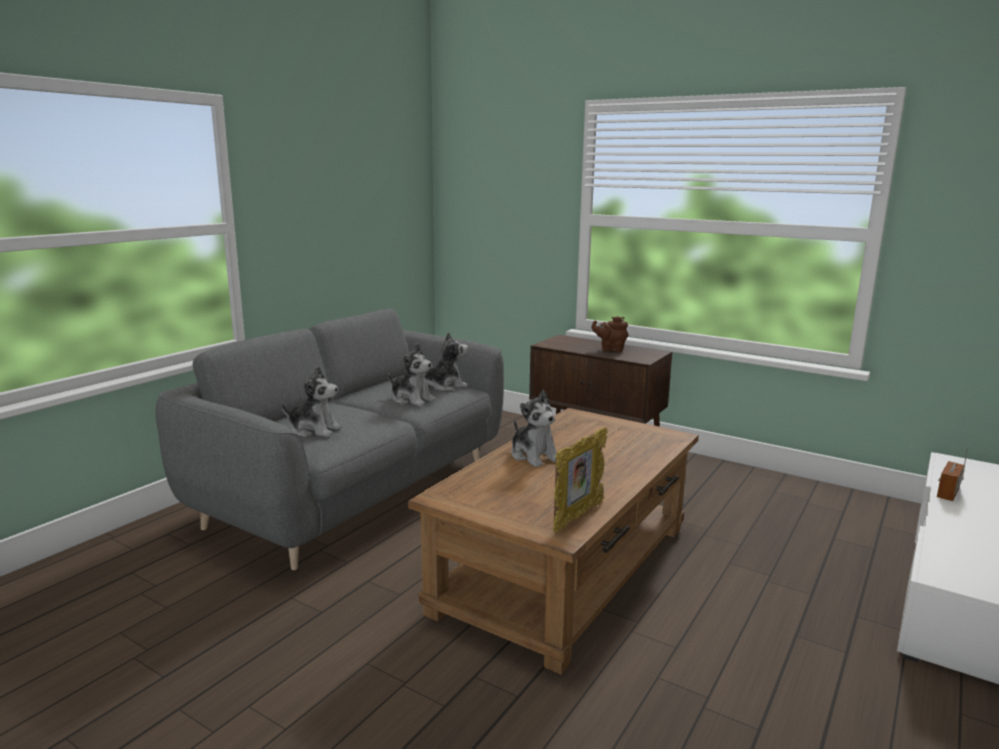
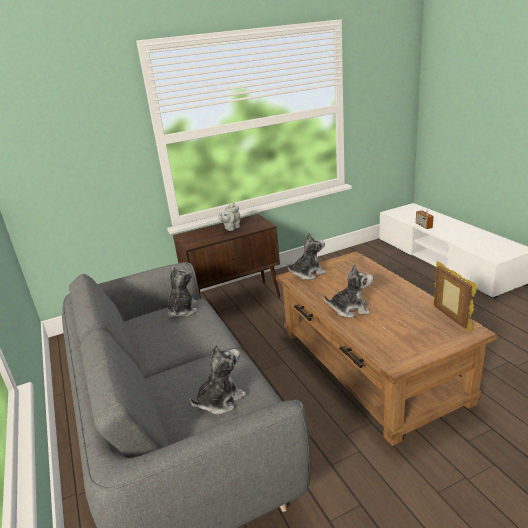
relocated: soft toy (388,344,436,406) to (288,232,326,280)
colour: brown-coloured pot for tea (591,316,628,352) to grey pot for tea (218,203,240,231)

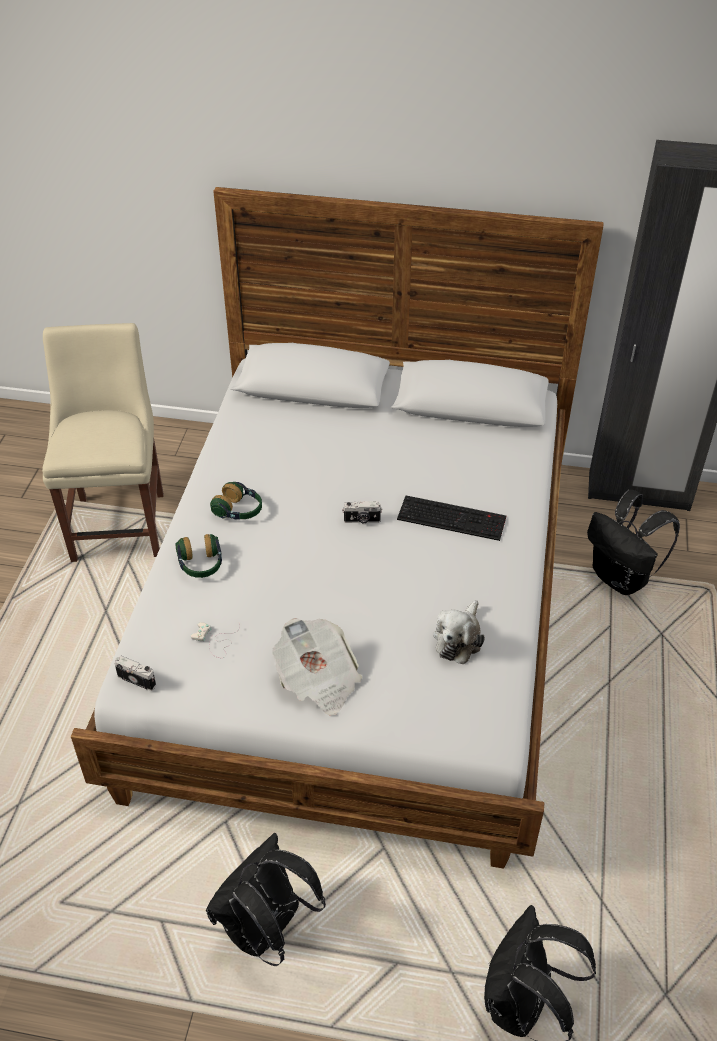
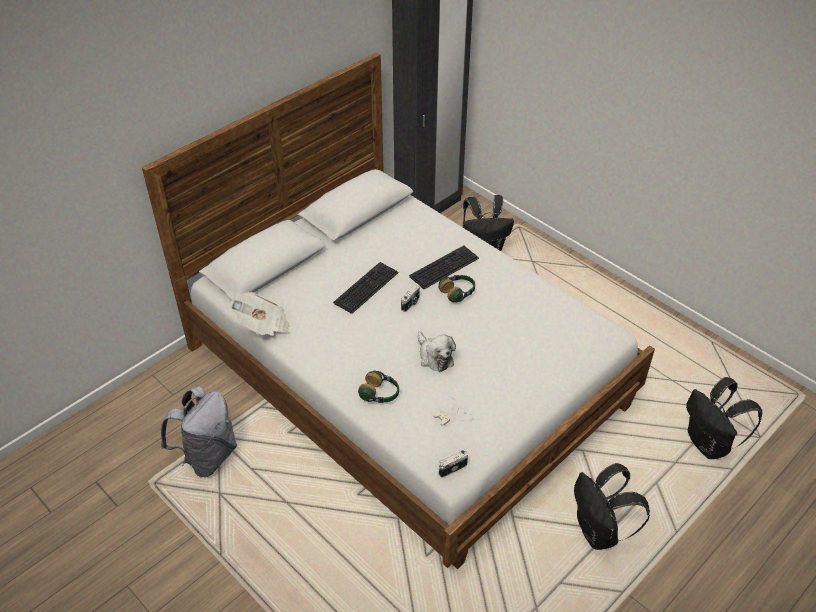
appeared: PC keyboard (333,262,398,314)
relocated: newspaper (272,618,362,716) to (230,292,292,336); soft toy (433,600,485,664) to (418,331,456,372); headset (210,482,262,520) to (438,275,475,302)
exchanged: sand-coloured chair (42,323,164,562) to grey backpack (161,386,237,477)

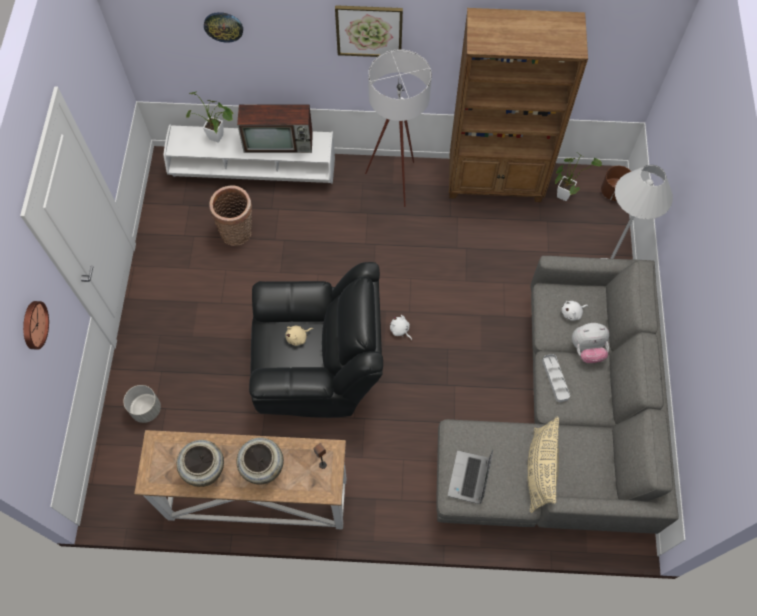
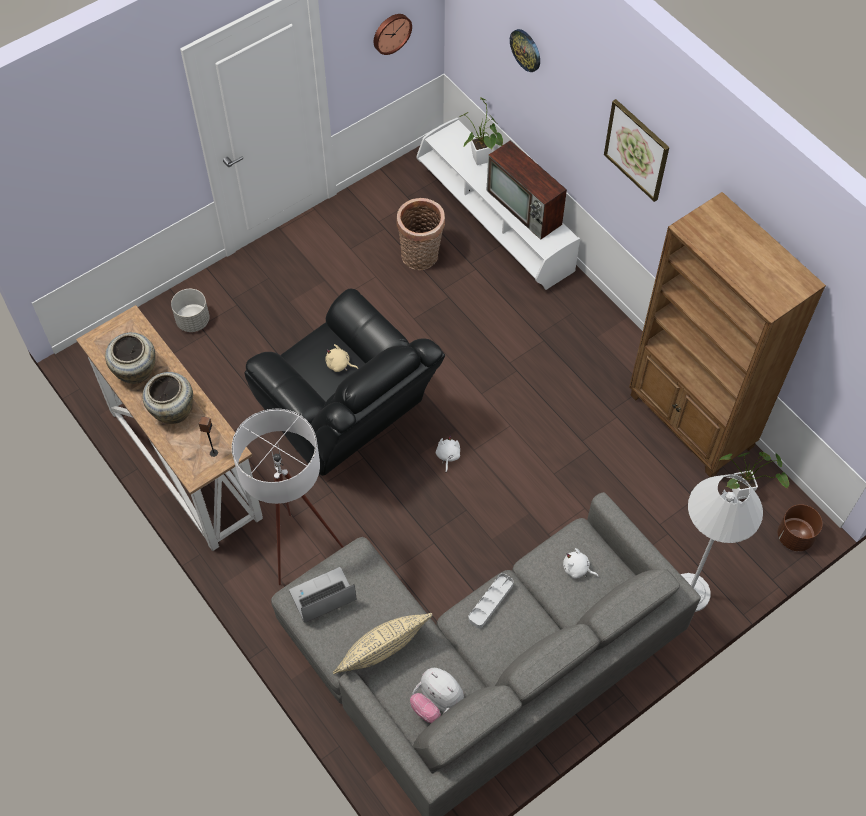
relocated: whitish standing lamp (365,50,432,207) to (232,409,344,585); clock on the wall (23,301,49,350) to (374,14,412,55); soft toy (572,323,609,363) to (410,668,464,723)

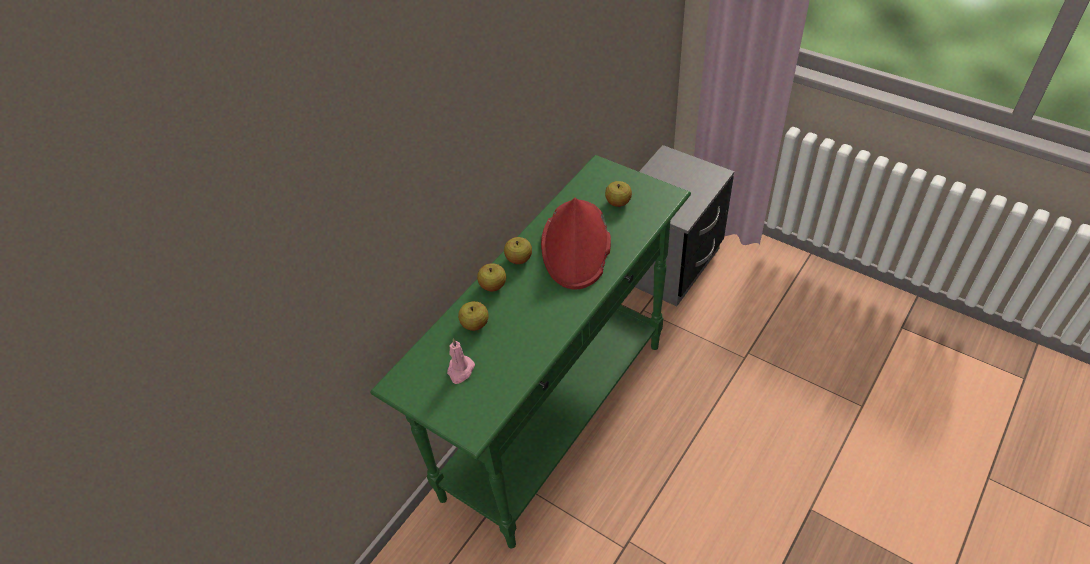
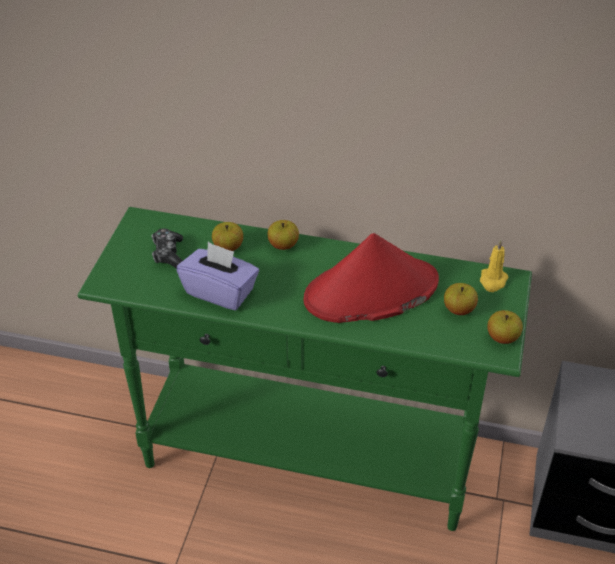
appeared: purple-coloured tissue holder (176,242,259,310); yellow-coloured wax candle (480,240,509,292)
relocated: apple fruit (504,237,532,264) to (487,310,523,344)
exchanged: pink-coloured wax candle (447,338,475,384) to joypad (152,228,183,269)

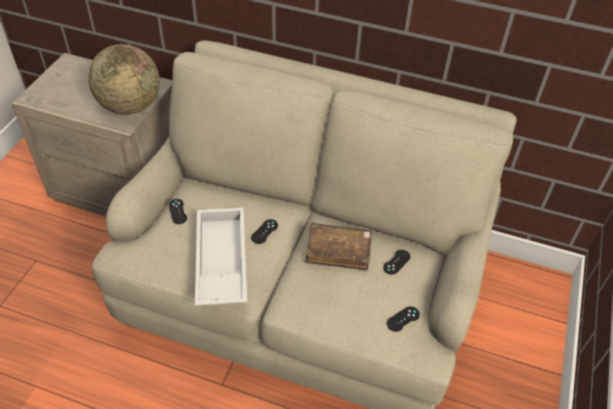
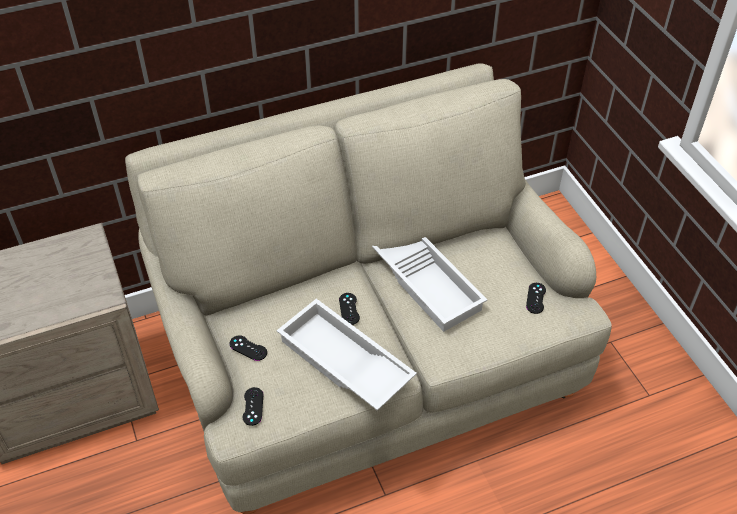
missing: globe (88,44,160,115)
relocated: black joypad (383,250,411,275) to (242,387,263,426)
exchanged: brown-coloured book (305,223,372,271) to whitish serving tray (372,237,487,332)

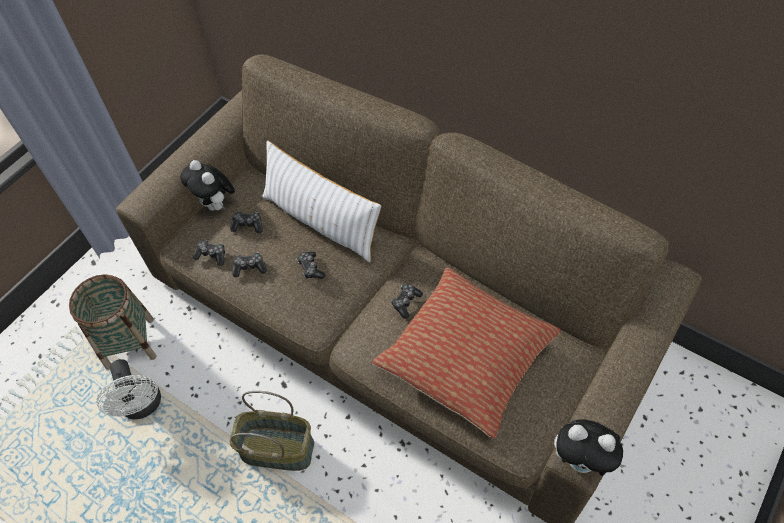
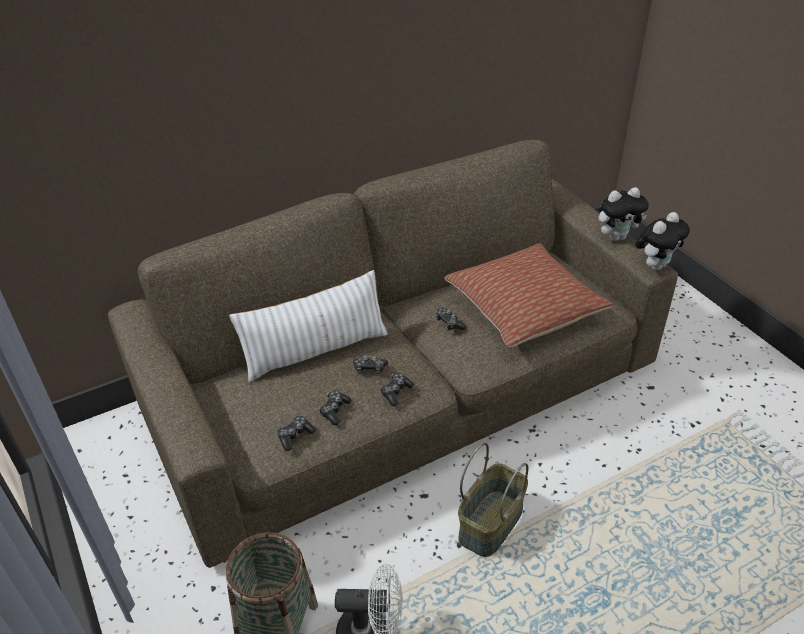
relocated: joypad (230,211,263,233) to (380,373,414,406); soft toy (180,160,235,211) to (599,187,649,241)

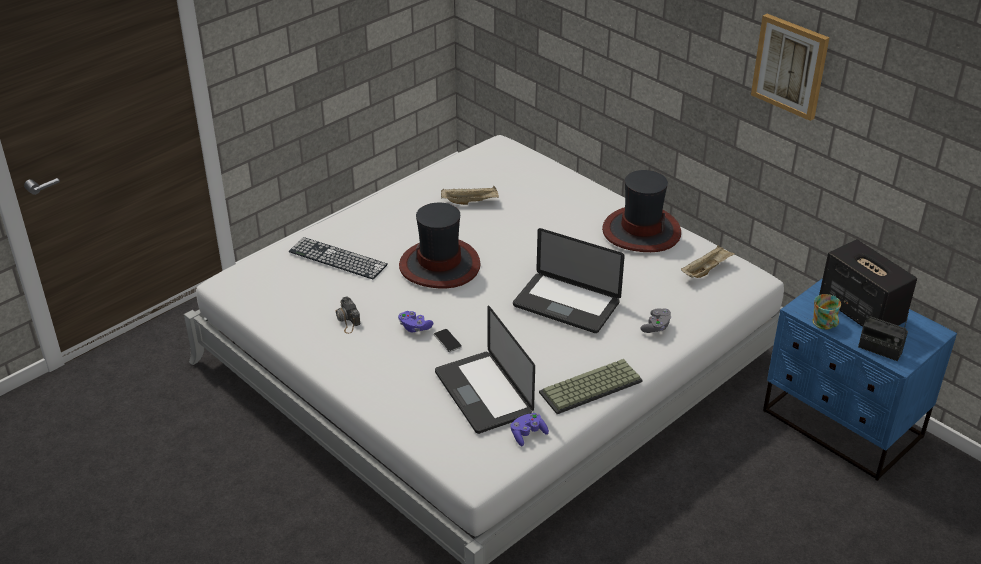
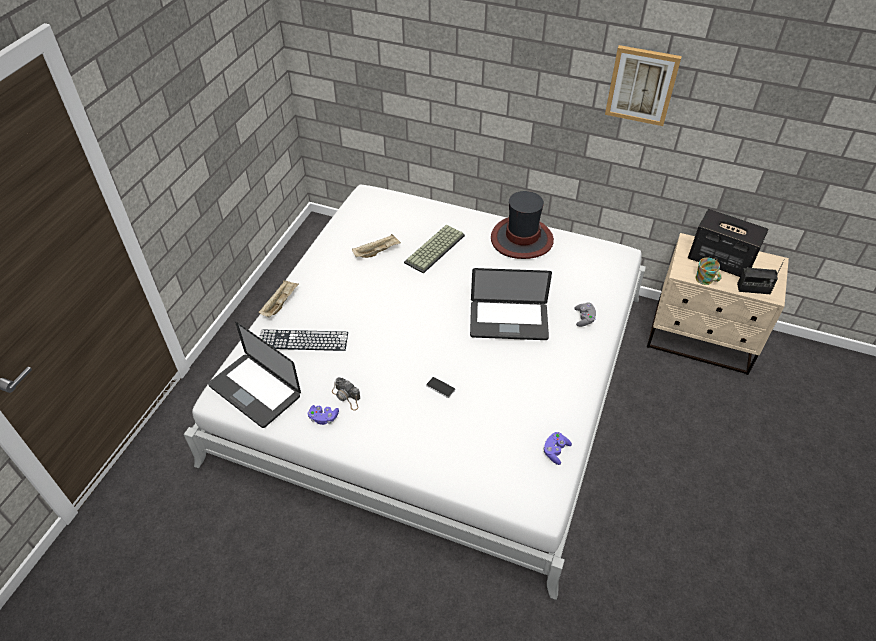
missing: clothing hat (399,202,480,288)
relocated: laptop (435,306,535,434) to (208,322,301,428); sand-coloured serving tray (681,245,735,278) to (259,280,299,318); purple-coloured joypad (398,311,433,332) to (308,405,339,425); PC keyboard (539,359,643,414) to (404,224,465,274)
colour: blue-coloured nightstand (763,278,957,481) to sand-coloured nightstand (647,233,789,375)

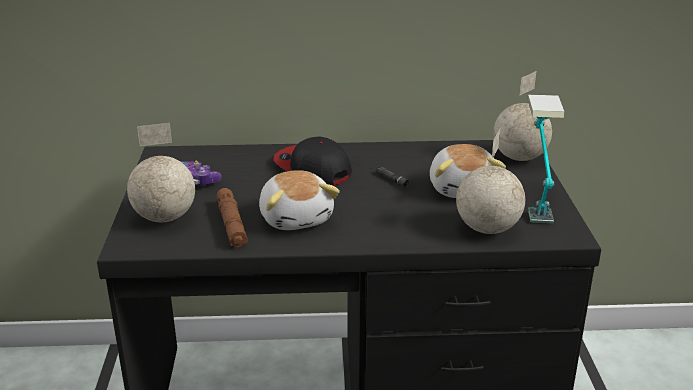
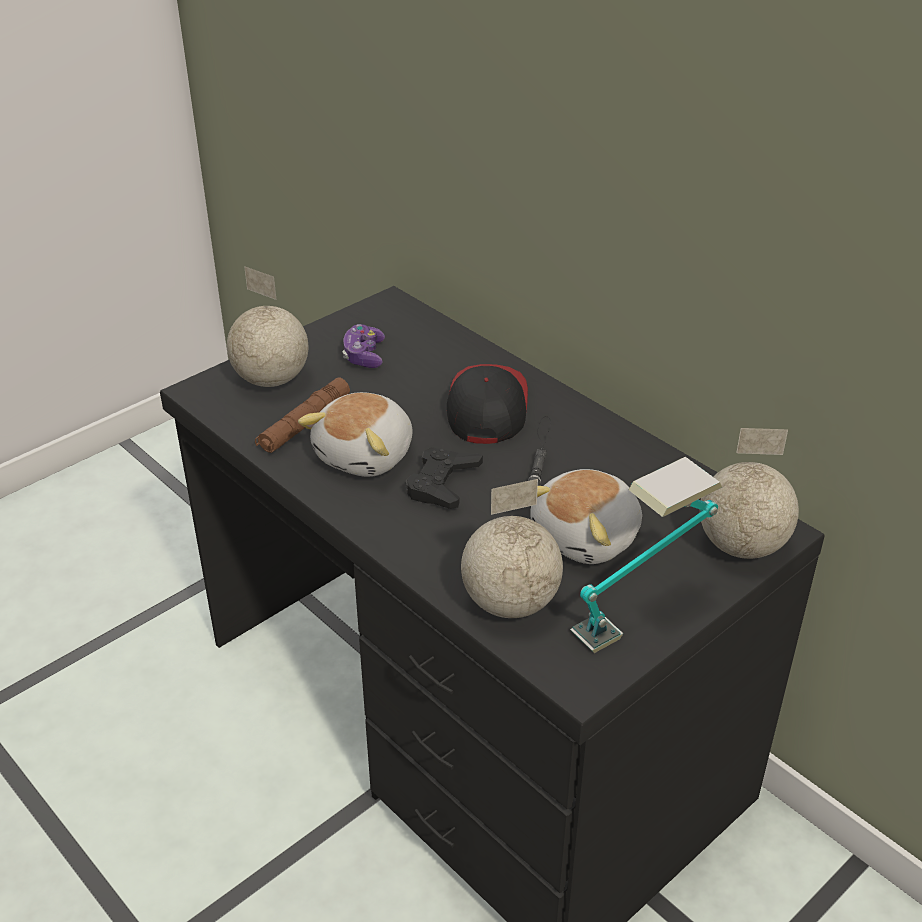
appeared: black joypad (406,447,483,509)

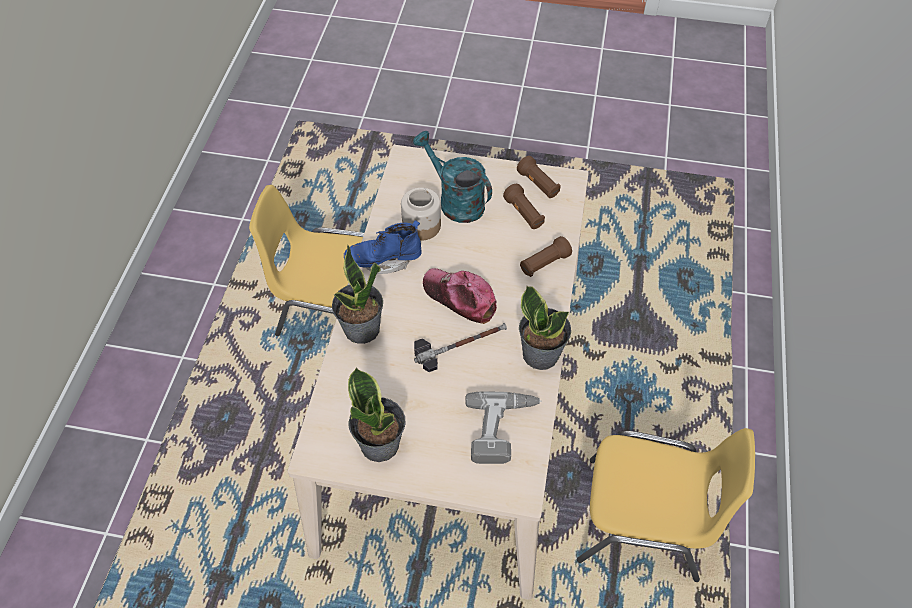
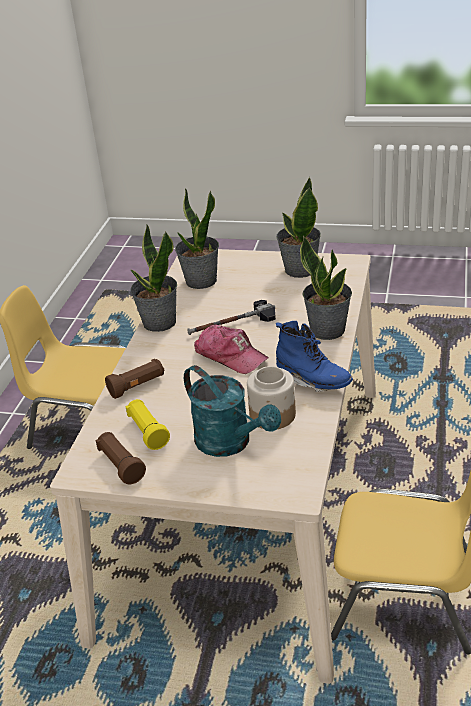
exchanged: electric drill (465,392,541,464) to houseplant (175,188,219,289)
colour: brown-coloured flashlight (503,184,545,229) to yellow-coloured flashlight (125,399,170,450)
spun: blue-coloured tall boot (344,220,422,274) = (276,321,353,392) 45 degrees clockwise

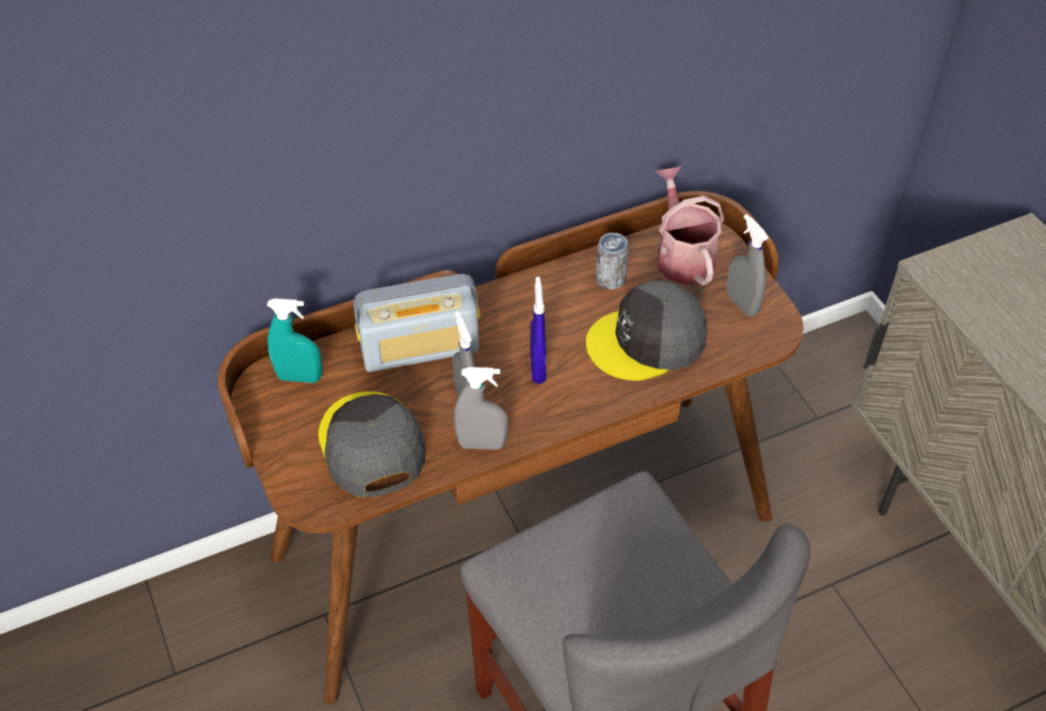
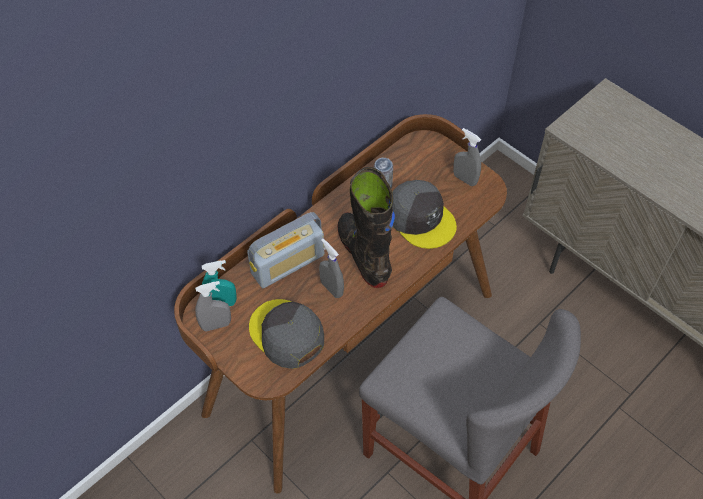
missing: watering can (656,166,724,285)
relocated: grey sprayer (454,367,508,450) to (195,281,231,331)
exchanged: blue-coloured sprayer (530,277,546,384) to black tall boot (338,167,395,288)
spun: grey peaked cap (586,280,707,381) = (392,180,457,249) 90 degrees counterclockwise

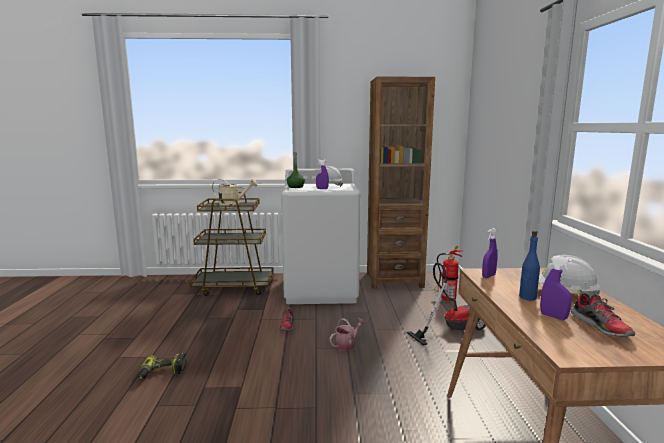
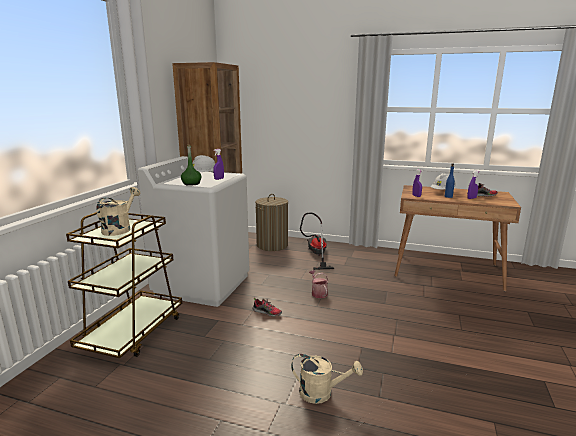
exchanged: fire-fighting cylinder (434,245,463,302) to washing basket (255,194,288,251); electric drill (138,353,187,380) to sand-coloured watering can (291,354,363,404)

